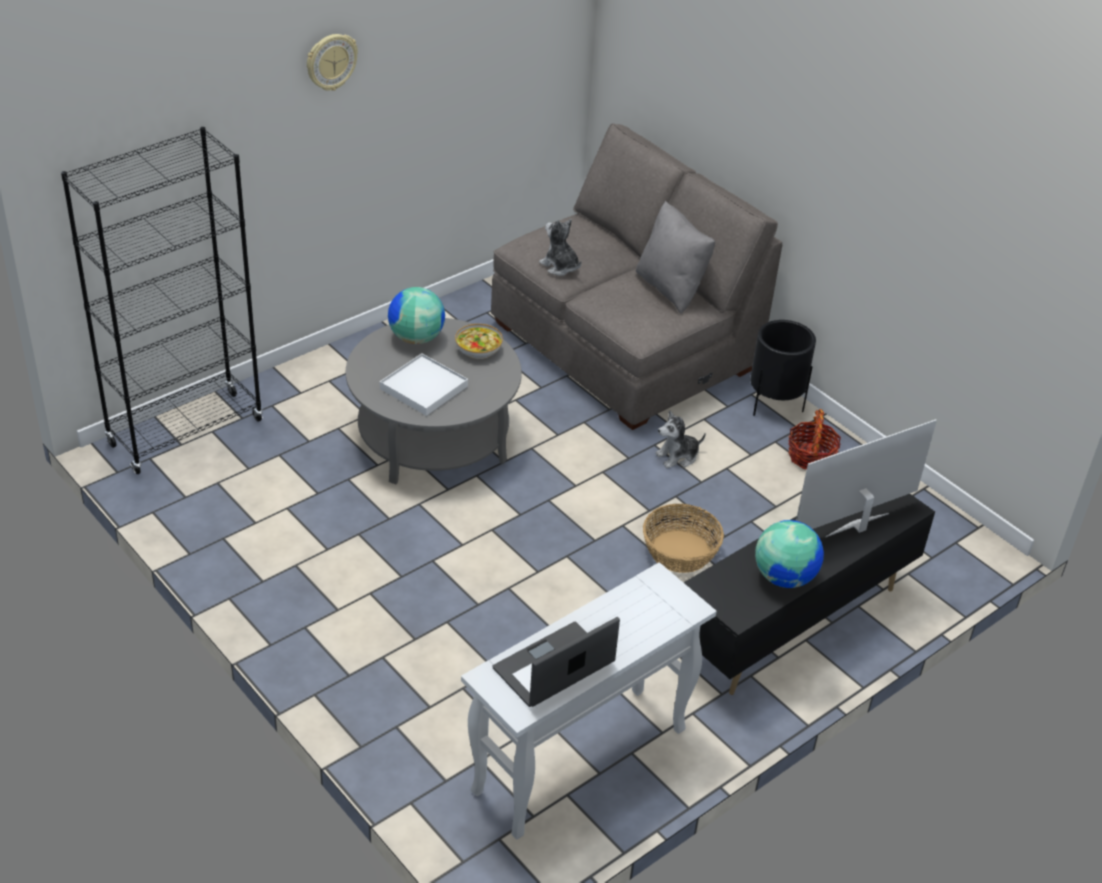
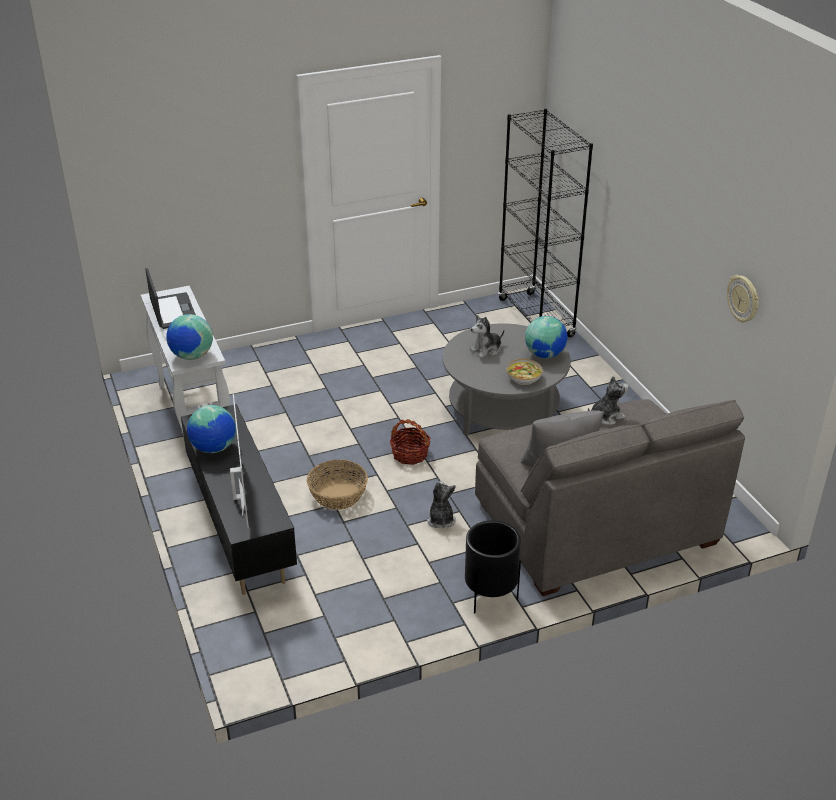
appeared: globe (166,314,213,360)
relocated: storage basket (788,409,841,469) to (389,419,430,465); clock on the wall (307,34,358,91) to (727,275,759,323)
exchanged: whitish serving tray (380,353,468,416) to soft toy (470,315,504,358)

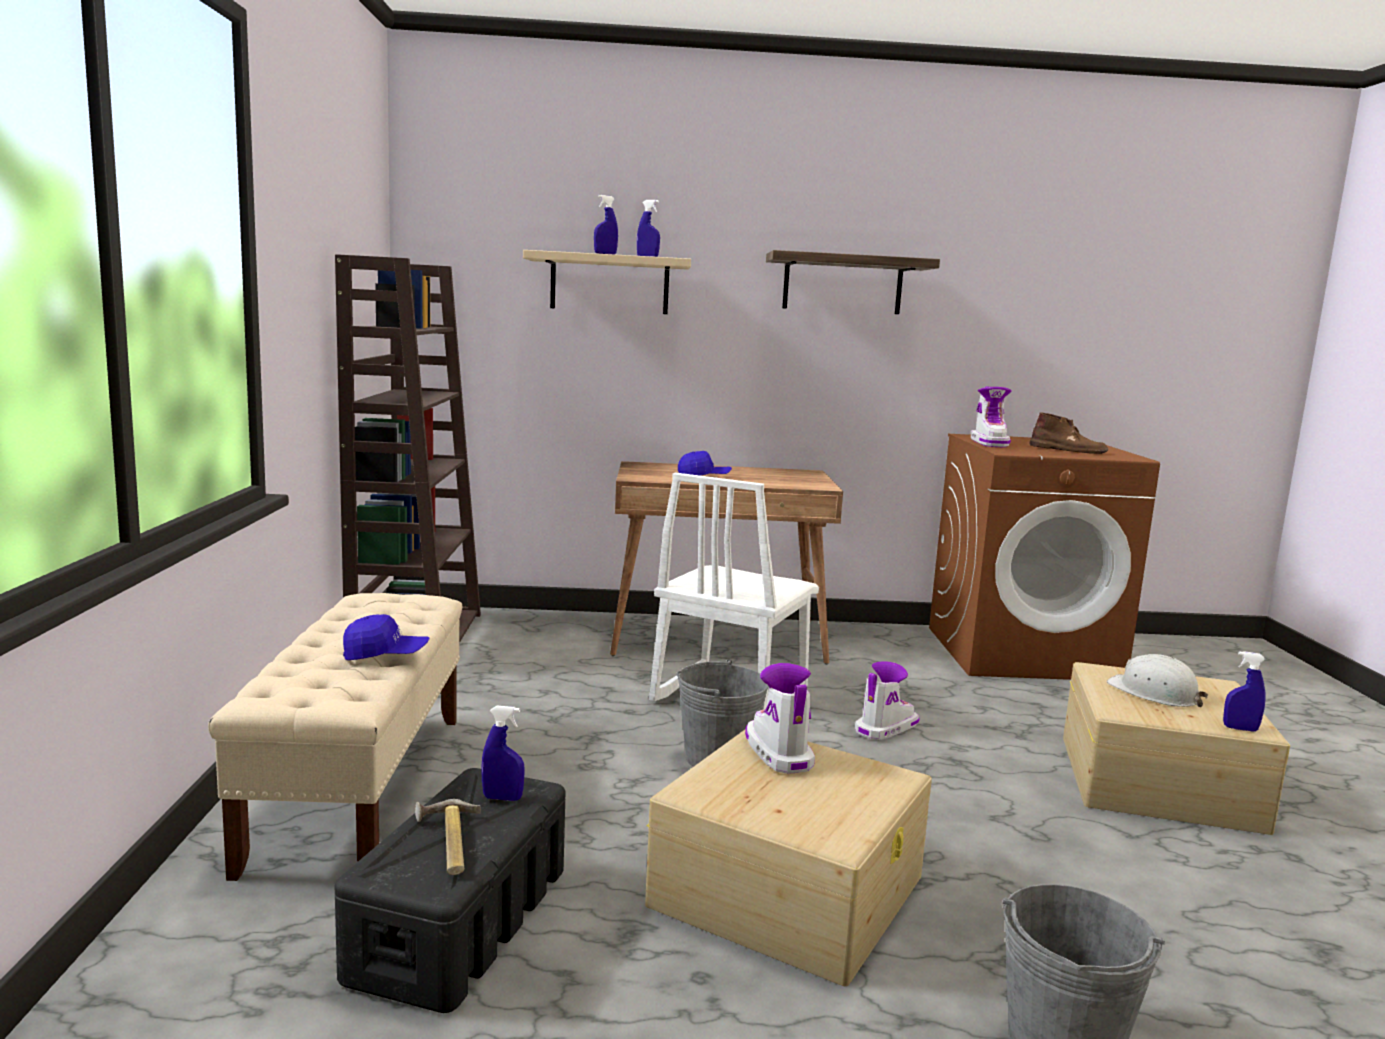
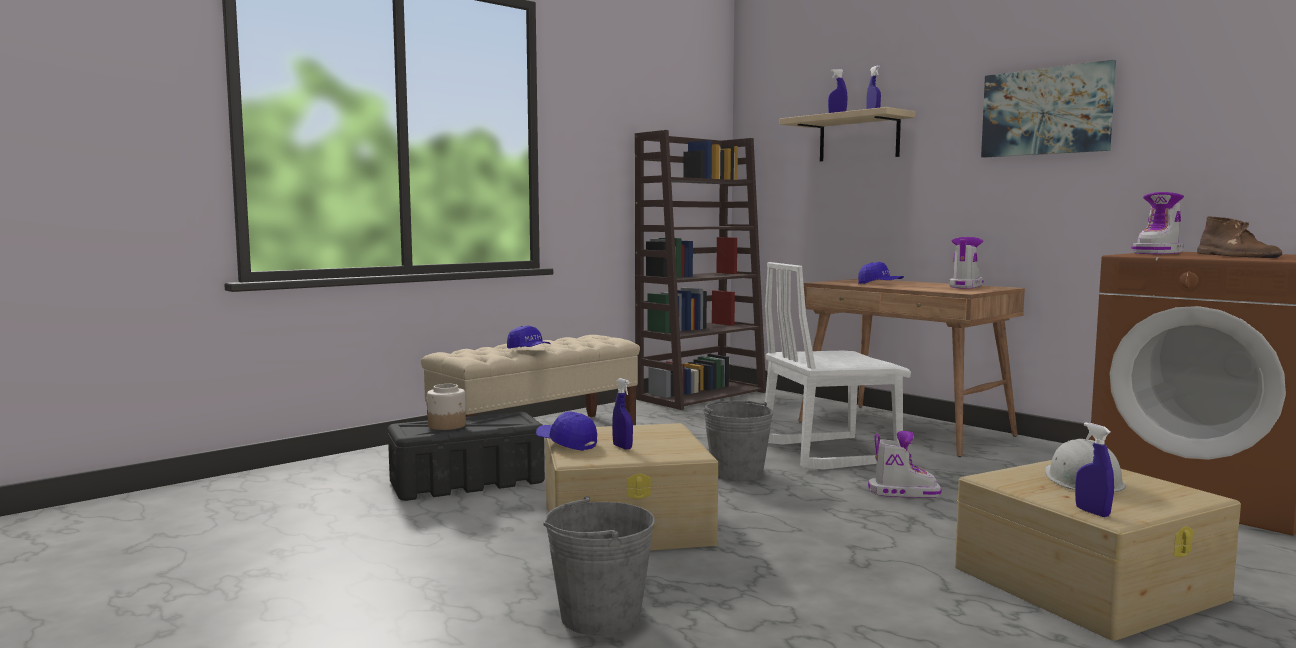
appeared: blue-coloured peaked cap (536,411,597,451)
relocated: blue-coloured sprayer (481,706,525,801) to (612,378,633,449); tall boot (745,663,815,774) to (950,237,984,289)
exchanged: tool hammer (415,799,481,875) to storage jar (427,384,466,430); bracket shelf (766,250,940,314) to wall picture (981,60,1116,158)

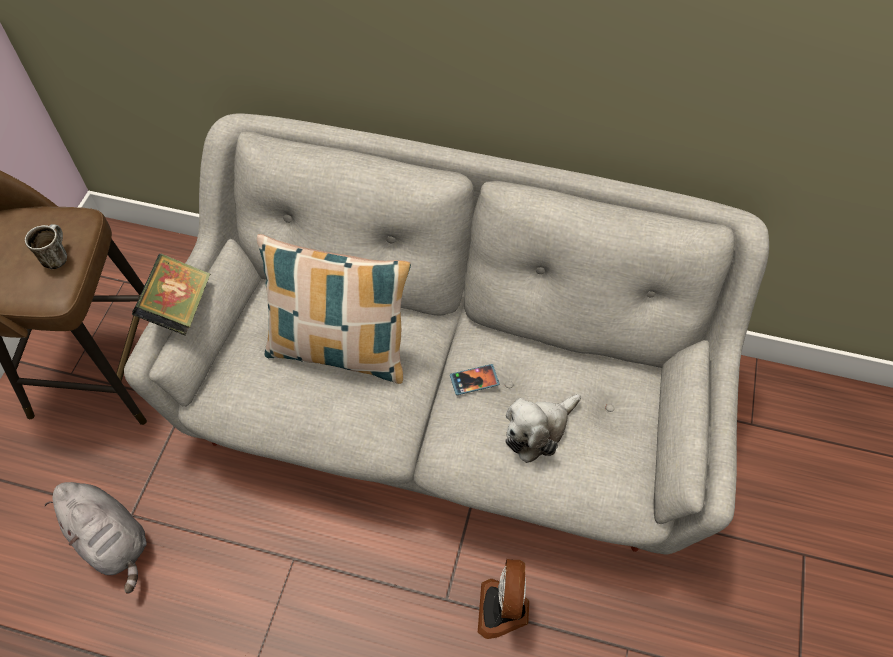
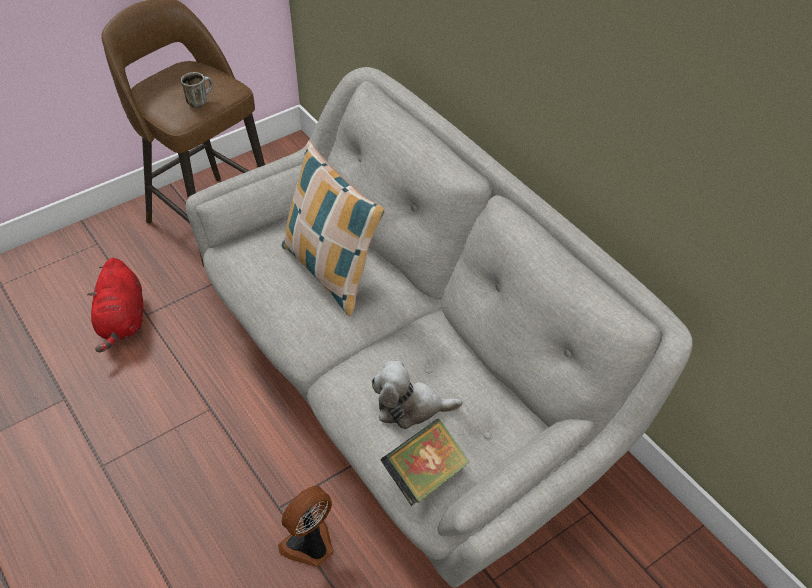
missing: phone (450,364,500,395)
relocated: book (132,254,210,336) to (380,419,470,506)
colour: grey soft toy (45,482,147,593) to red soft toy (87,258,143,352)

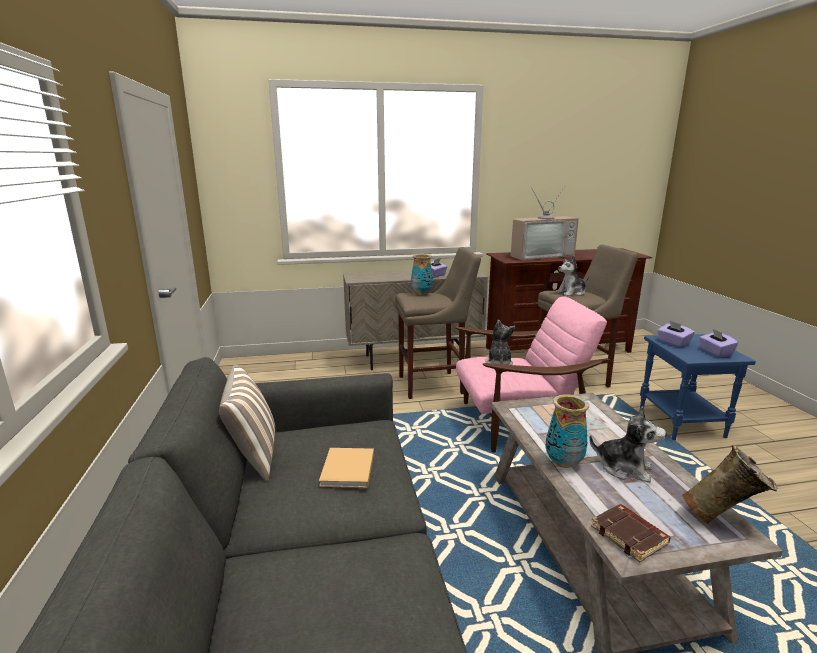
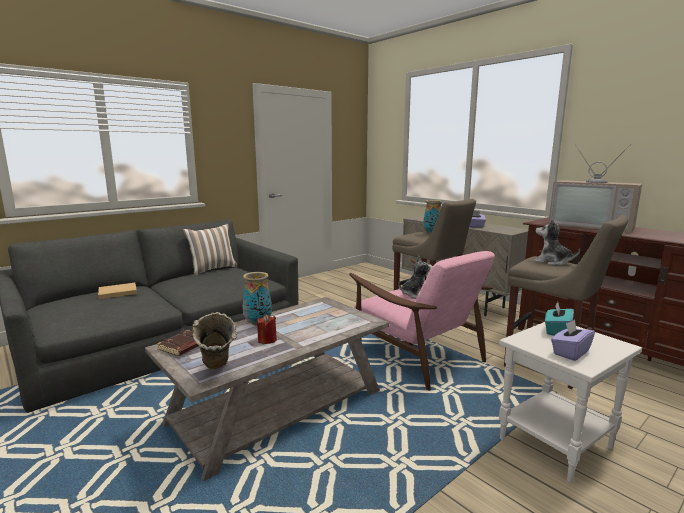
relocated: sand-coloured book (319,448,374,488) to (98,283,137,299)
exchanged: soft toy (589,406,666,483) to red wax candle (257,314,277,344)
colour: blue-coloured accent table (640,334,756,440) to whitish accent table (499,322,642,483); purple-coloured tissue holder (657,321,695,347) to turquoise-coloured tissue holder (545,302,574,336)

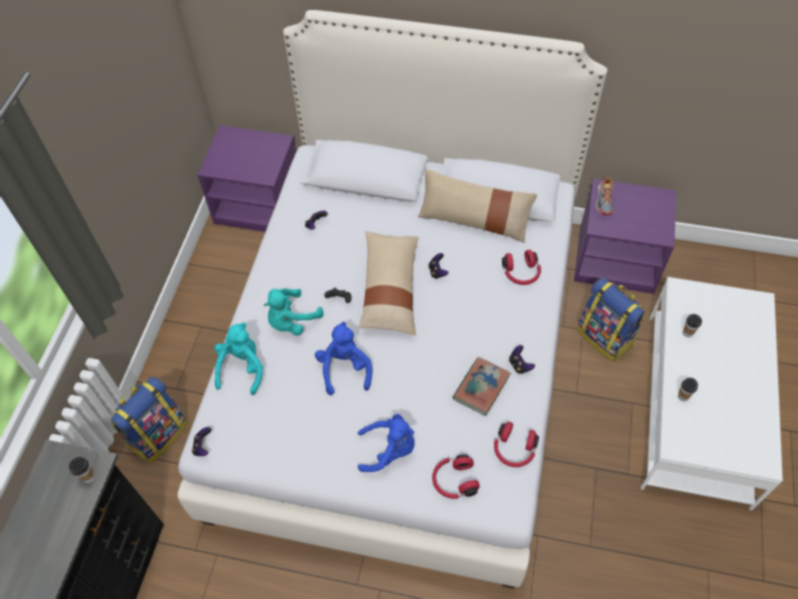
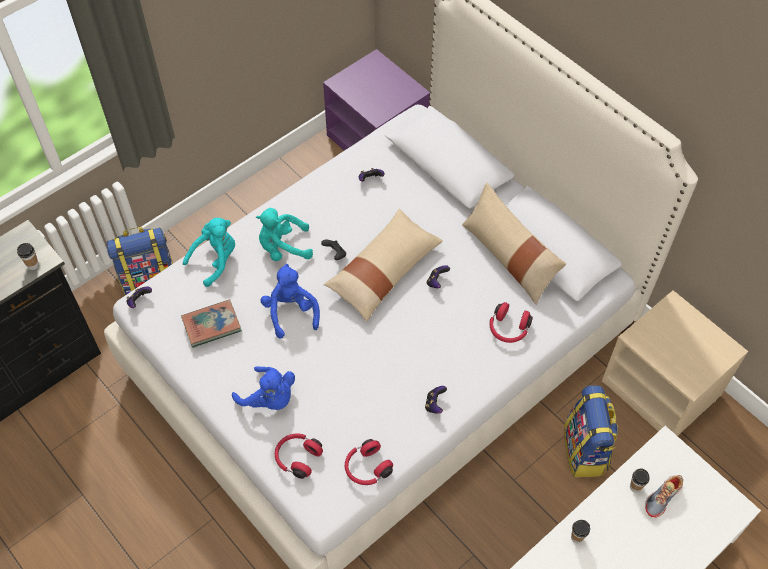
relocated: book (452,357,511,416) to (181,299,242,348); low shoe (596,177,613,215) to (645,475,683,518)
colour: purple-coloured nightstand (574,178,676,294) to sand-coloured nightstand (602,290,748,436)
spun: blue-coloured soft toy (315,322,372,395) = (261,264,320,339) 45 degrees counterclockwise

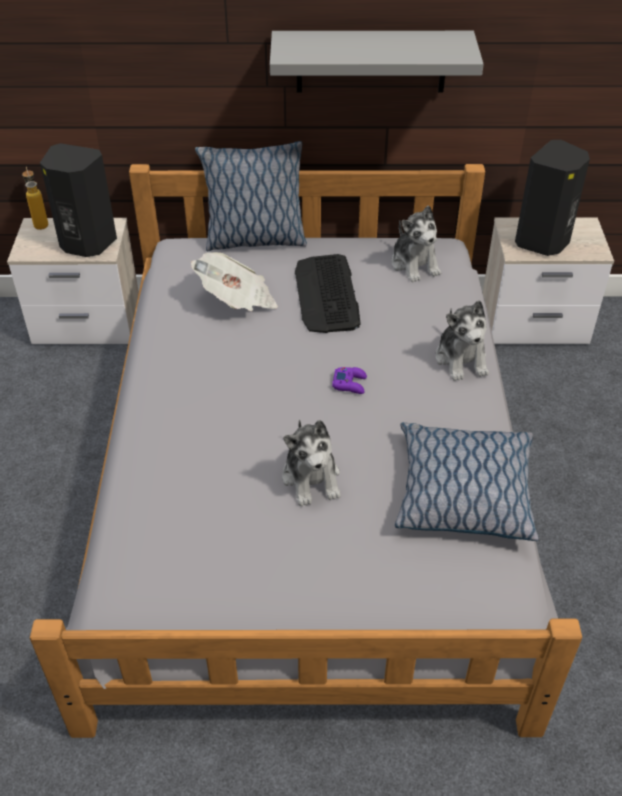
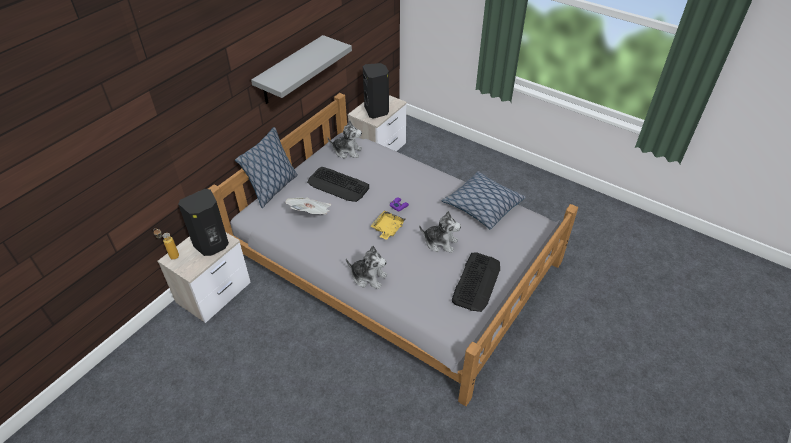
appeared: yellow-coloured serving tray (371,210,406,240); PC keyboard (452,252,500,312)
relocated: soft toy (436,300,489,381) to (346,246,387,289)

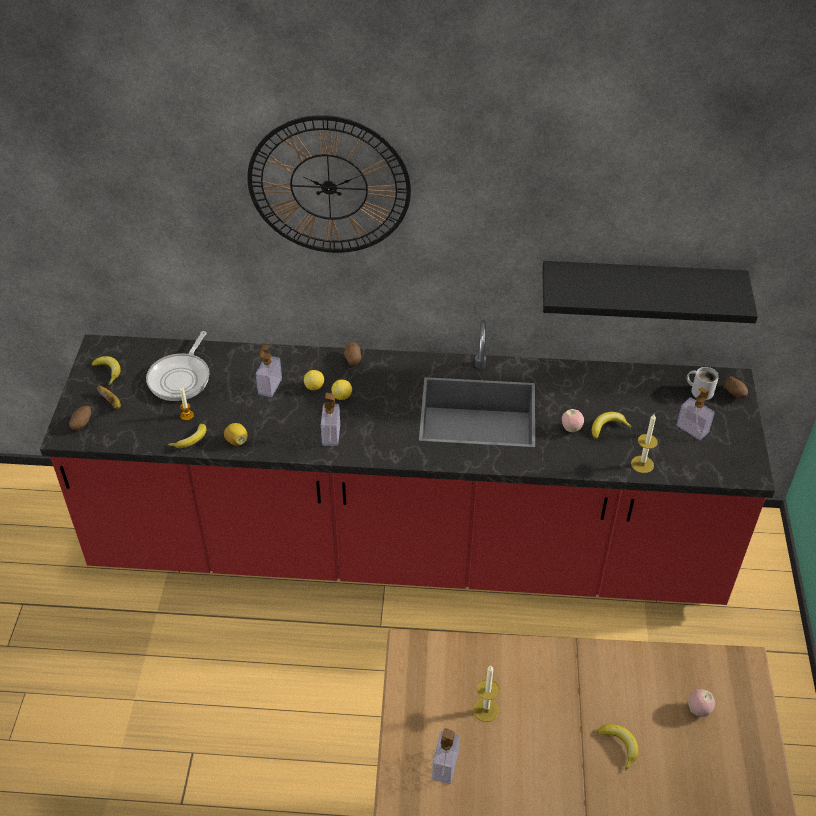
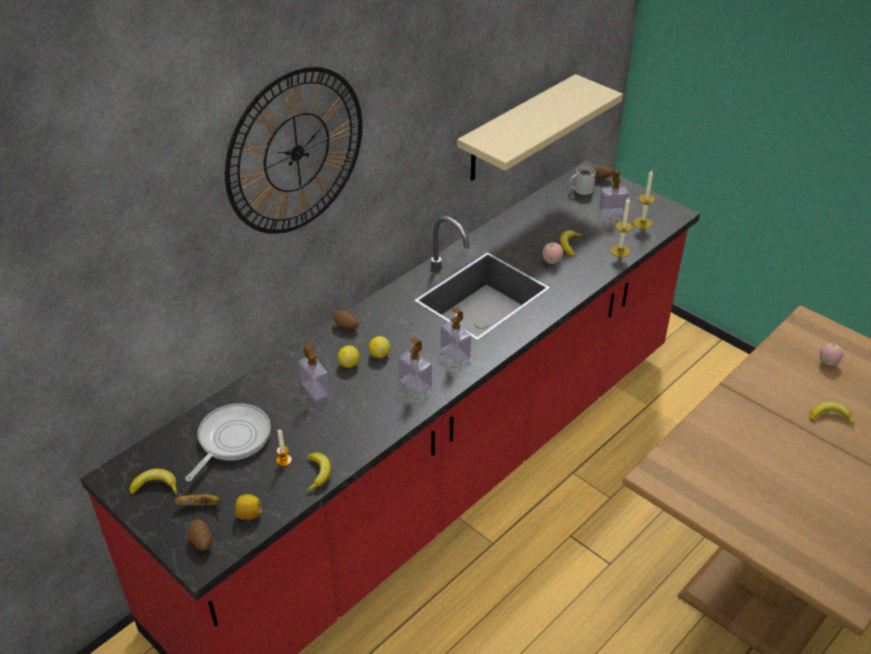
relocated: lemon (224,423,248,446) to (235,494,262,520); soap bottle (432,728,459,784) to (441,308,471,364); wax candle (473,666,500,722) to (633,170,655,229)
colour: black bracket shelf (542,261,758,323) to sand-coloured bracket shelf (457,74,623,181)
spun: skillet (146,331,209,401) = (185,403,271,482) 120 degrees counterclockwise

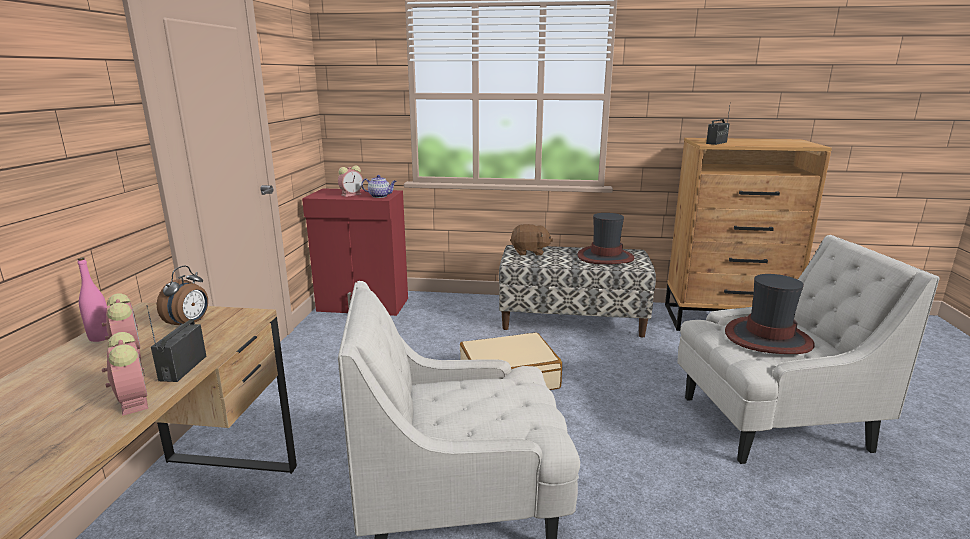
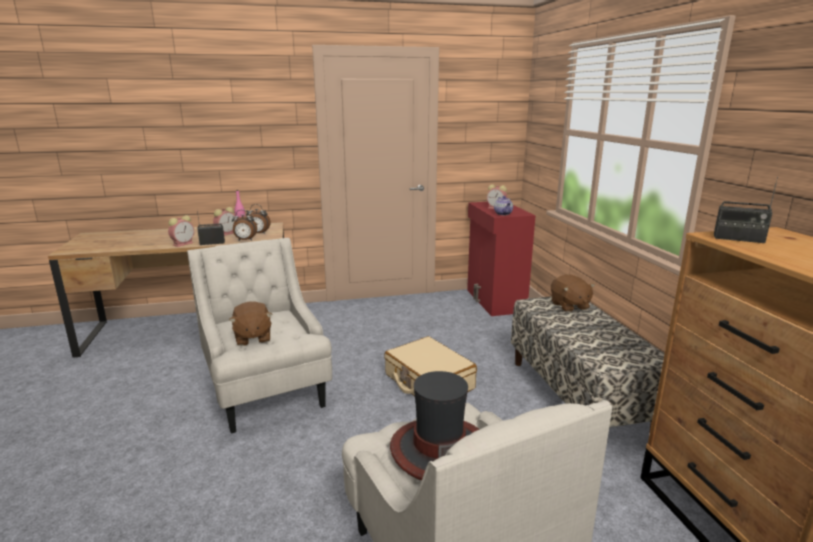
missing: clothing hat (577,213,634,264)
appeared: brown-coloured soft toy (229,301,273,346); alarm clock (232,210,257,241)

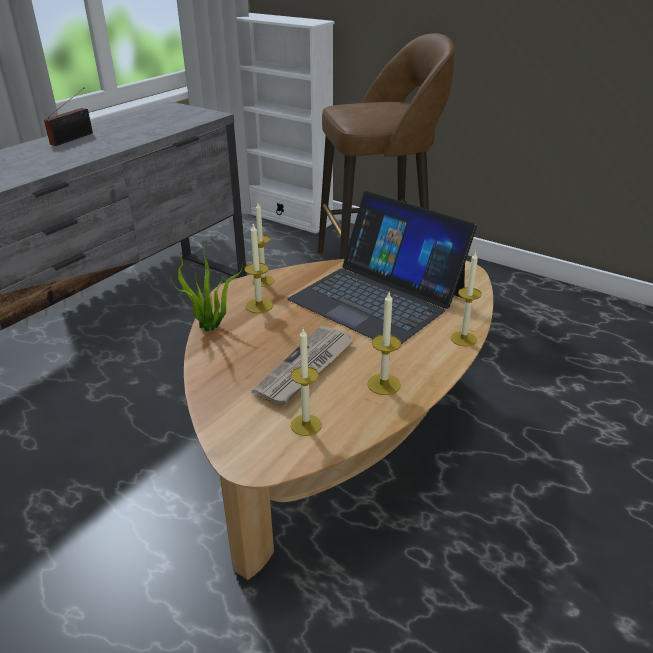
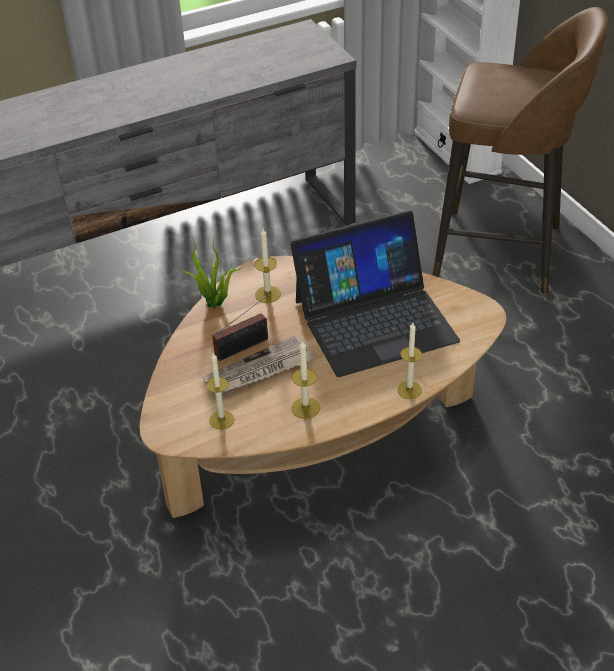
missing: wax candle (252,203,275,287)
relocated: radio receiver (44,88,93,146) to (212,295,268,361)
spun: laptop (288,191,477,344) = (290,210,460,377) 90 degrees counterclockwise

